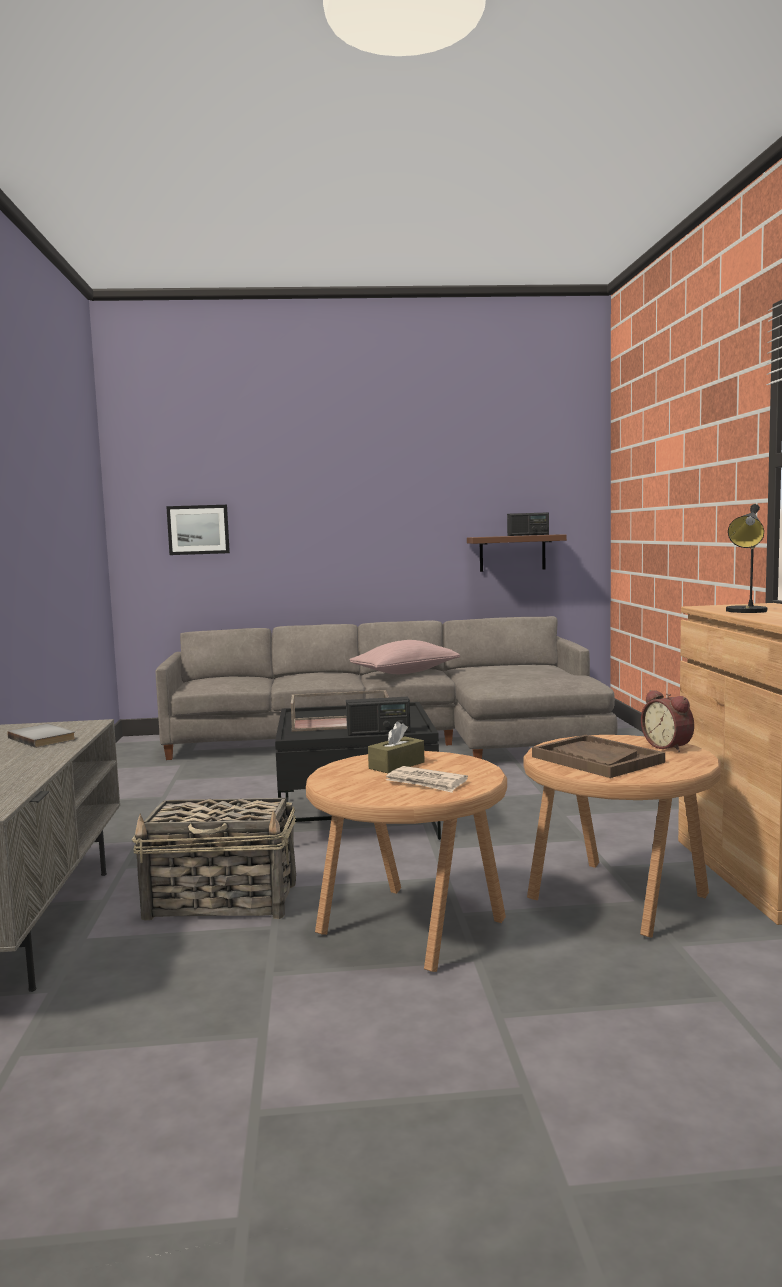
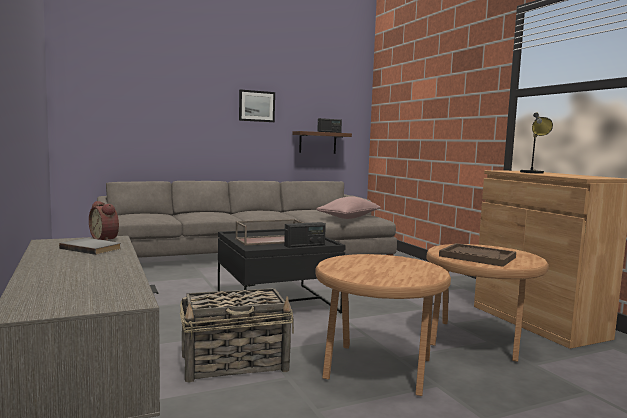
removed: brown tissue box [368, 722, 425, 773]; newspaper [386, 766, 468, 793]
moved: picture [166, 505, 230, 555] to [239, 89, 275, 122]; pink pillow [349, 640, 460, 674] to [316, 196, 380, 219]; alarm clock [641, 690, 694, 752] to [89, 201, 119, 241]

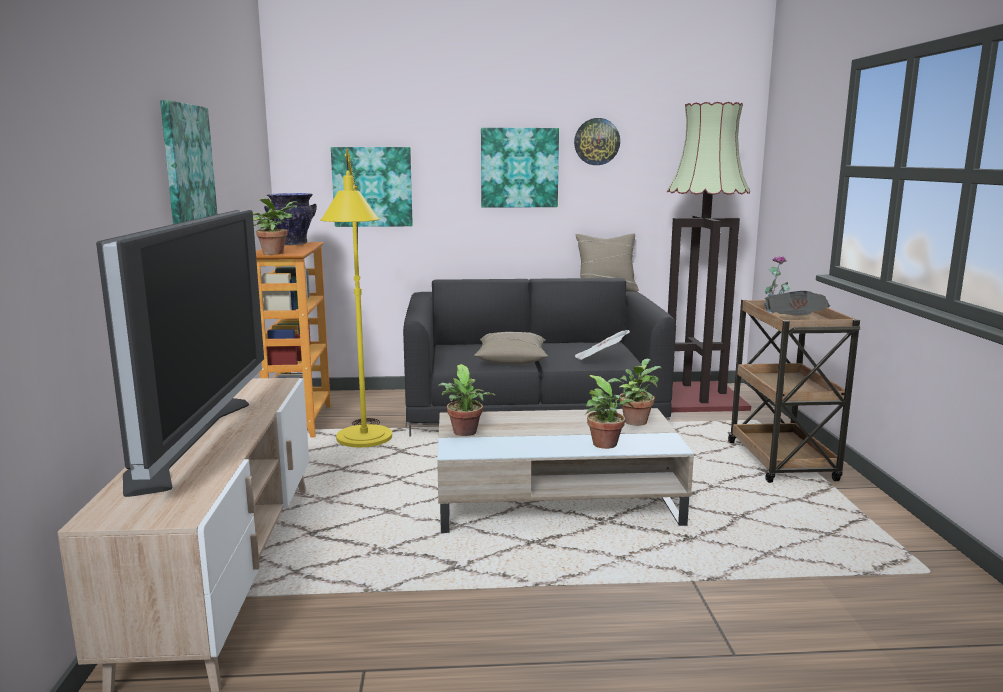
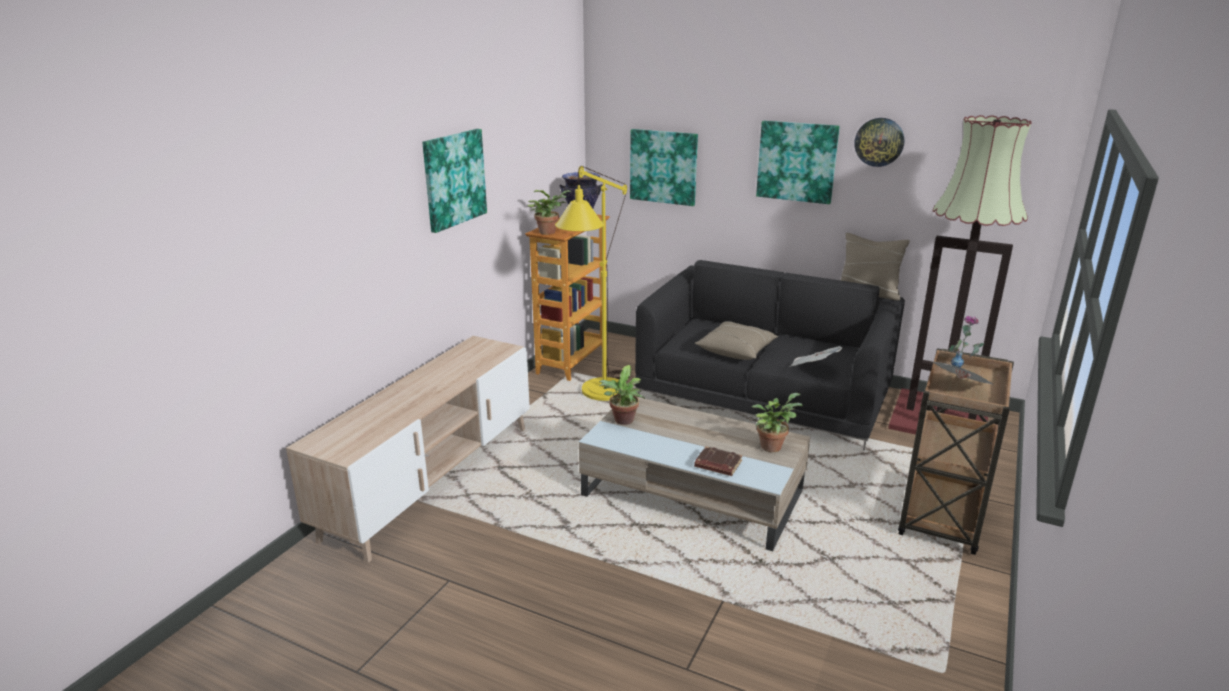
removed: television [96, 210, 264, 497]
replaced: potted plant [585, 375, 635, 449] to brown book [694, 446, 742, 476]

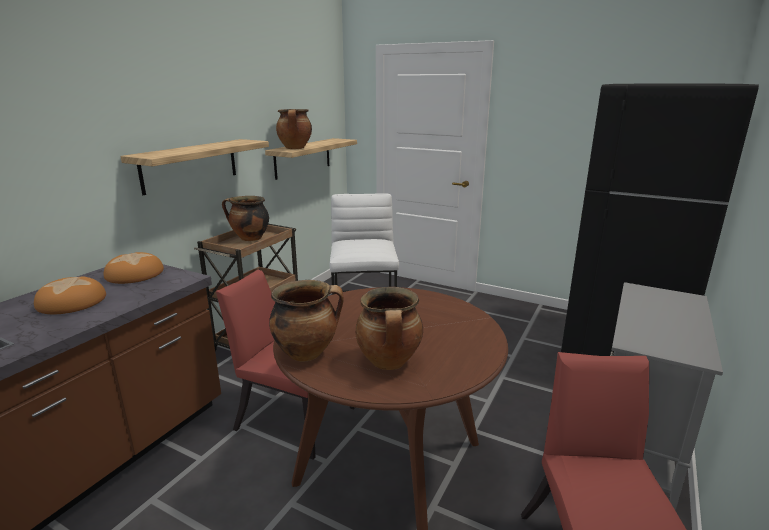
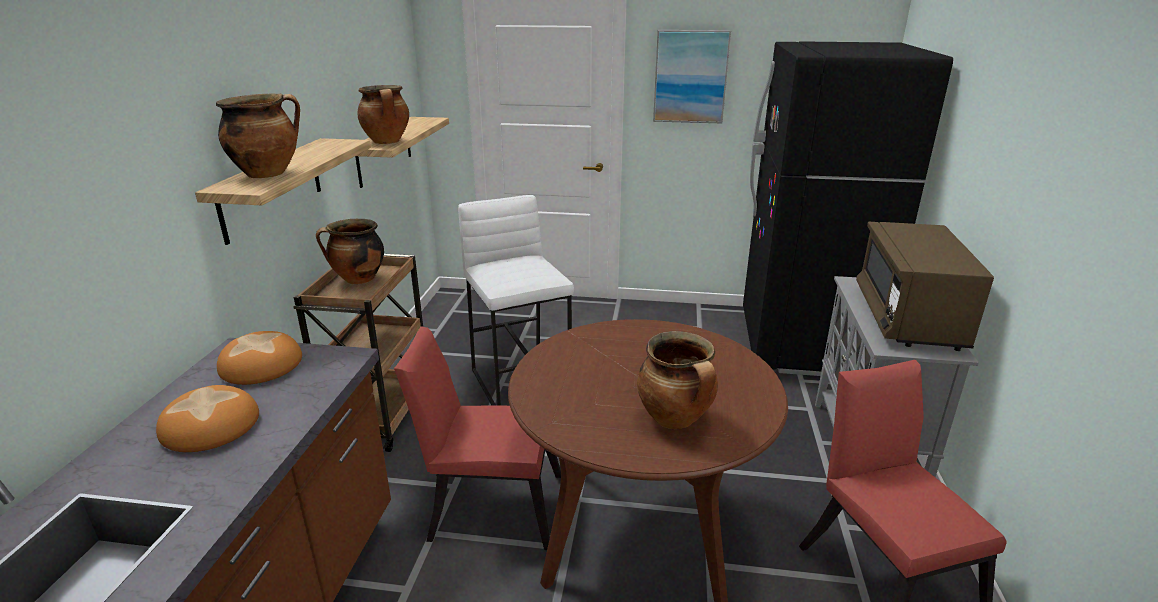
added: picture [653, 30, 731, 123]; brown microwave [856, 221, 994, 351]
moved: cooking pot [269, 280, 344, 362] to [216, 94, 300, 178]

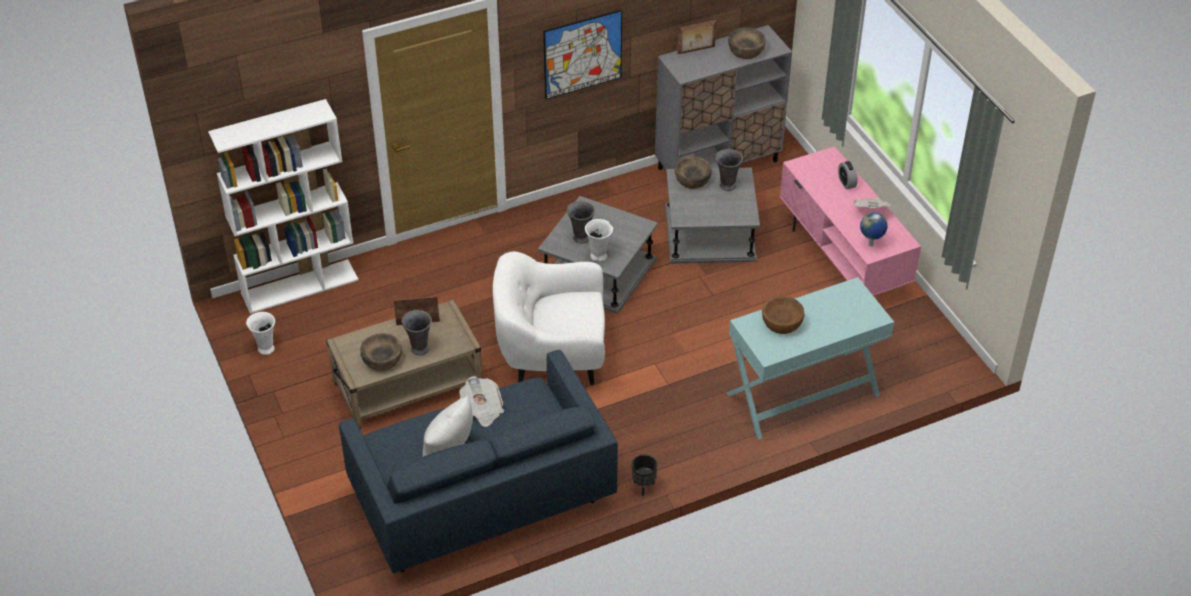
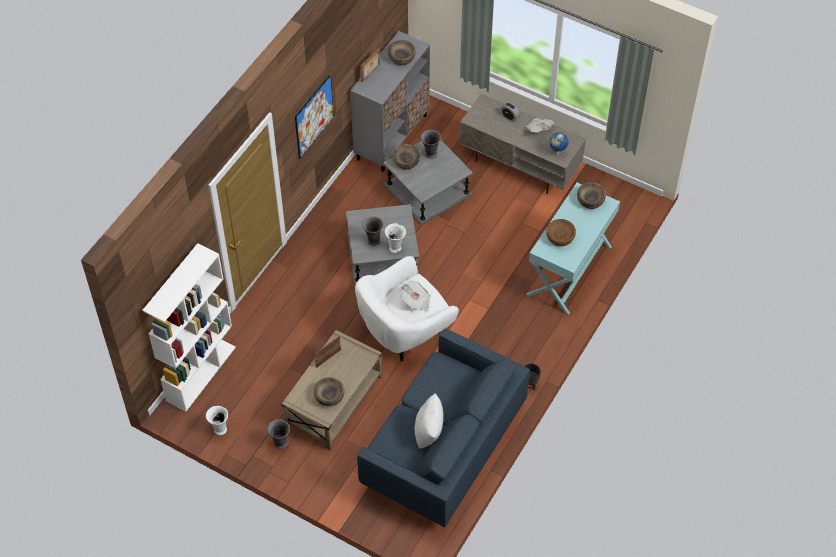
added: brown bowl [577, 182, 606, 209]
moved: grey vase [401, 310, 432, 355] to [267, 420, 290, 449]; newspaper [459, 376, 504, 427] to [401, 281, 431, 311]
recoloured: pink tv stand [780, 146, 921, 296] to grey tv stand [460, 94, 586, 194]

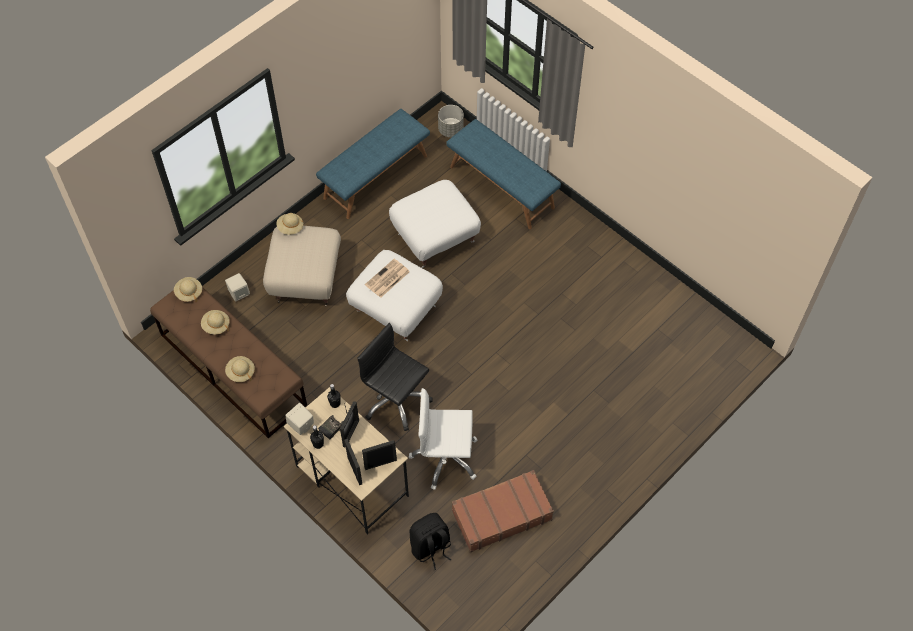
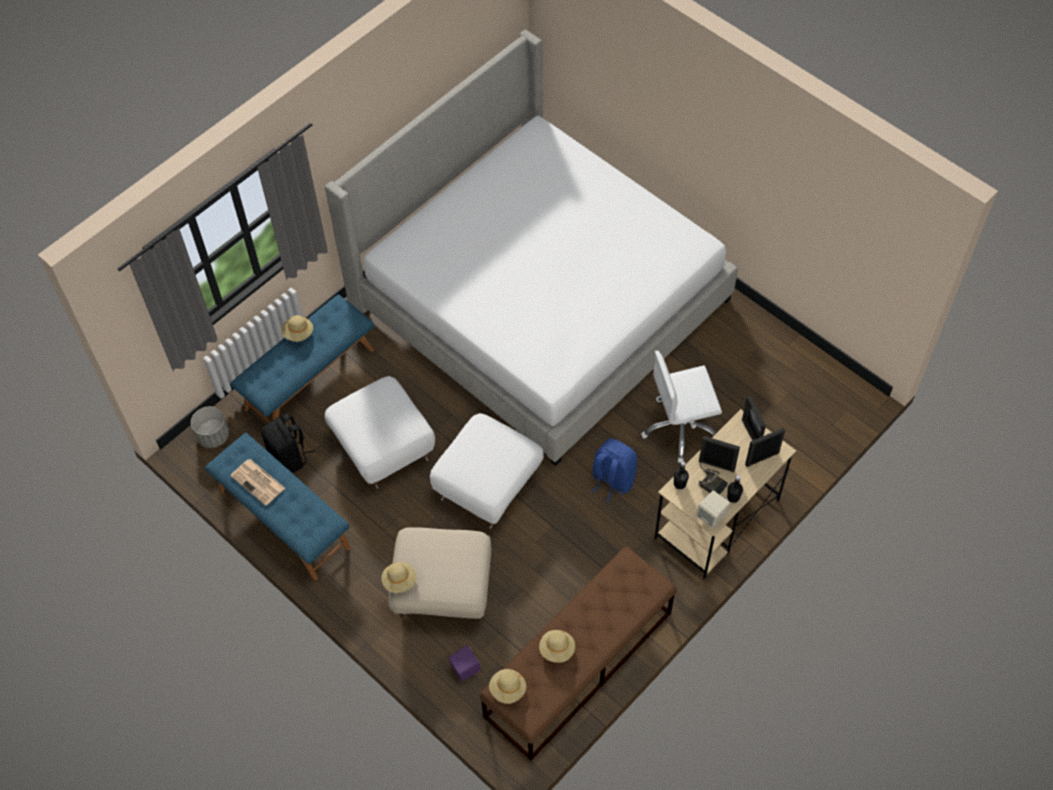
removed: brown suitcase [452, 470, 554, 552]
added: bed [325, 30, 738, 466]
moved: newspaper [365, 259, 410, 298] to [230, 459, 285, 506]; beige hat [225, 356, 255, 382] to [281, 315, 313, 342]; black backpack [410, 513, 451, 570] to [261, 413, 315, 473]
replaced: black office chair [357, 323, 433, 431] to blue backpack [591, 438, 637, 502]
recoloured: beige speaker [225, 273, 250, 301] to purple speaker [448, 645, 481, 681]
turned: white office chair [409, 388, 478, 490] = [641, 351, 722, 463] 75 degrees clockwise

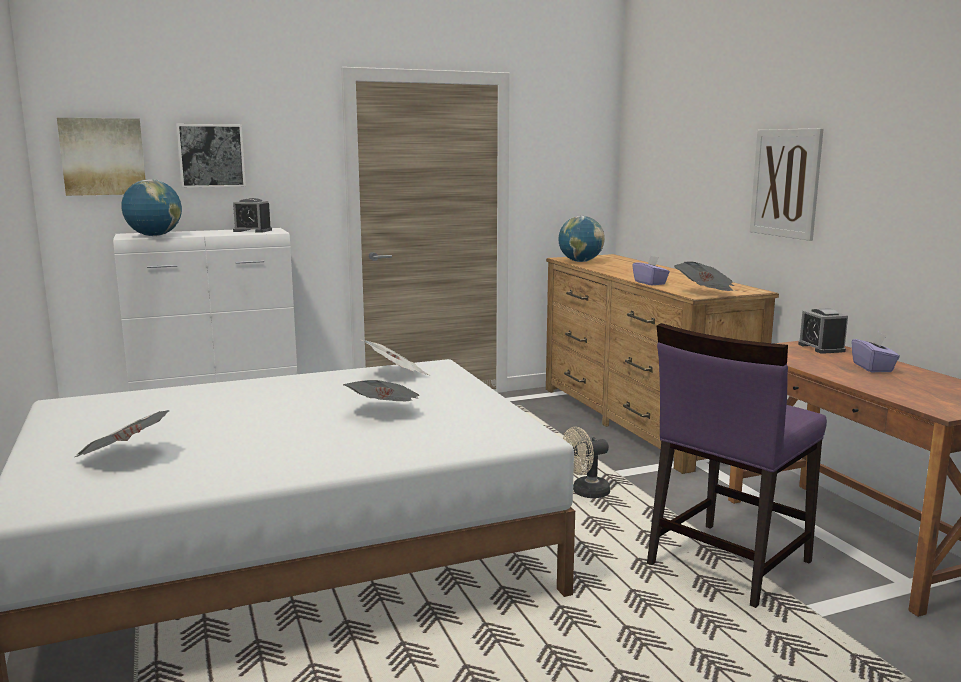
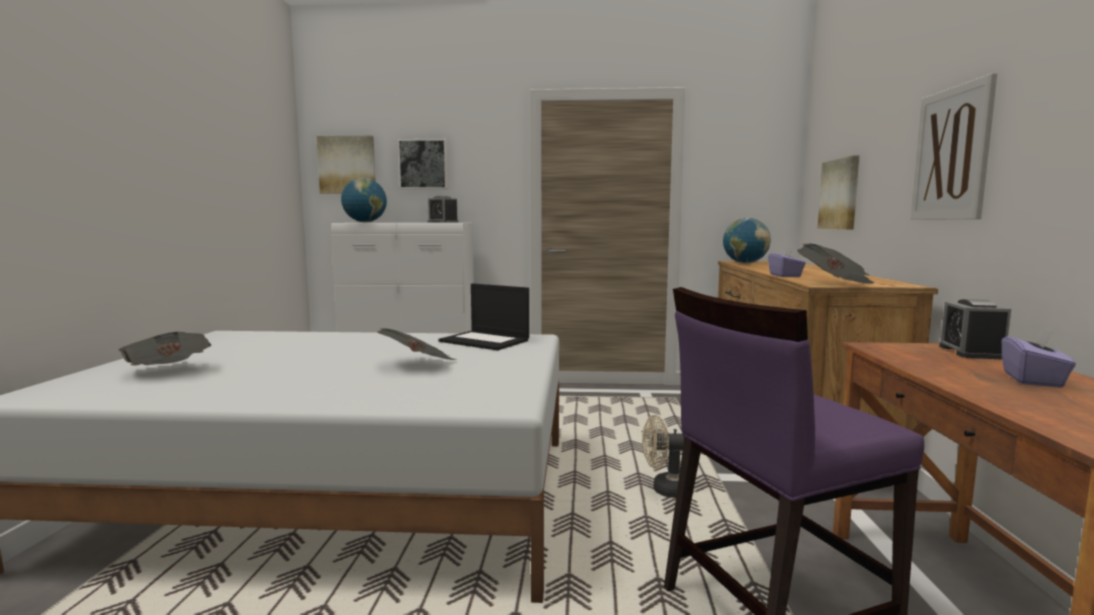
added: picture [818, 155, 859, 229]
replaced: newspaper [361, 340, 430, 375] to laptop [438, 283, 529, 351]

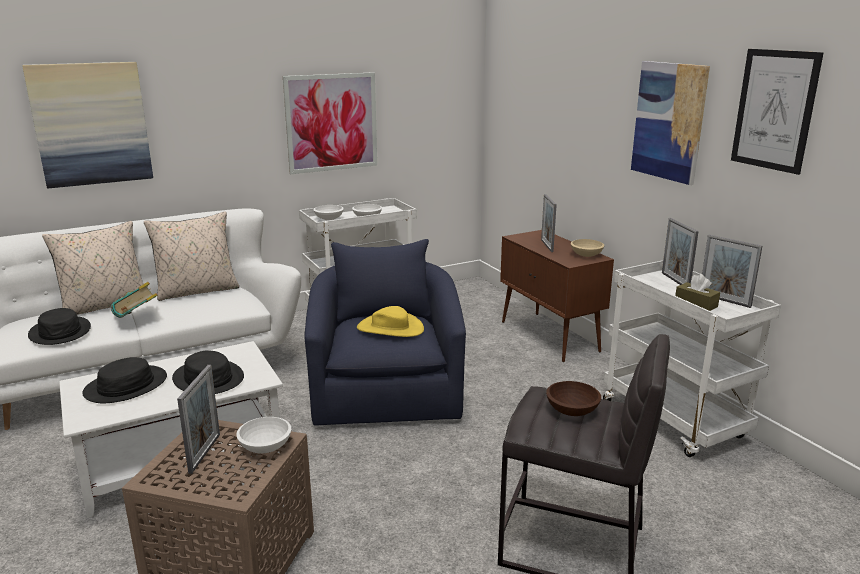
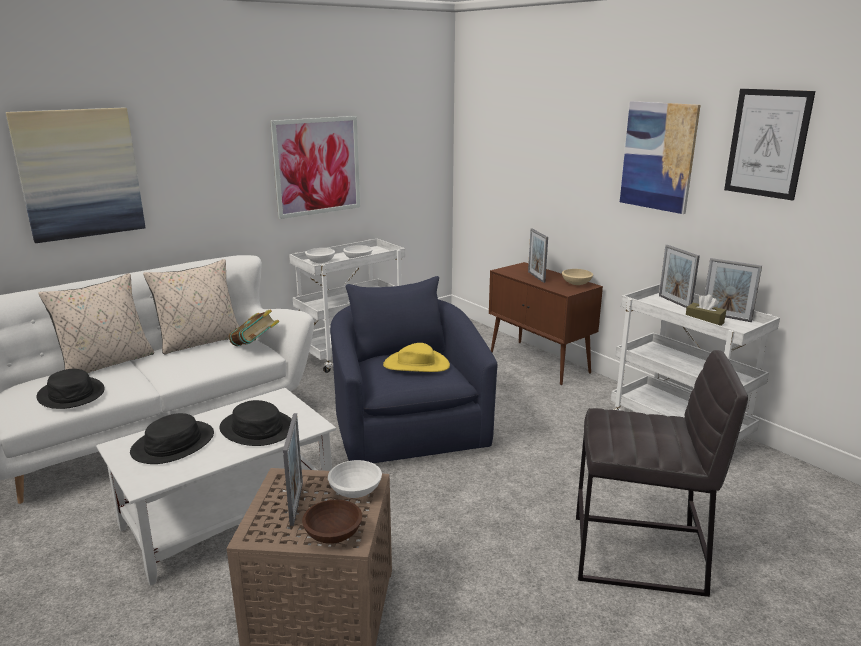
moved: book [111, 282, 157, 318] to [229, 309, 280, 346]; brown bowl [546, 381, 601, 416] to [302, 500, 362, 544]

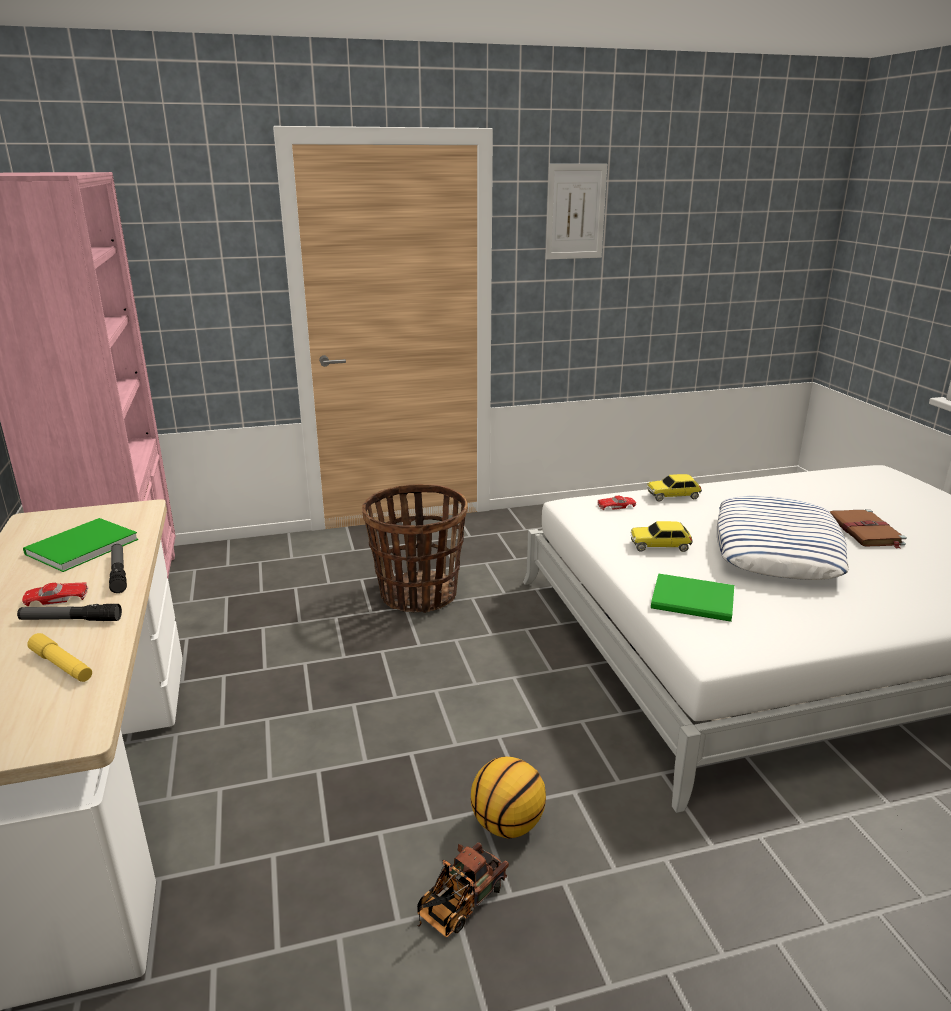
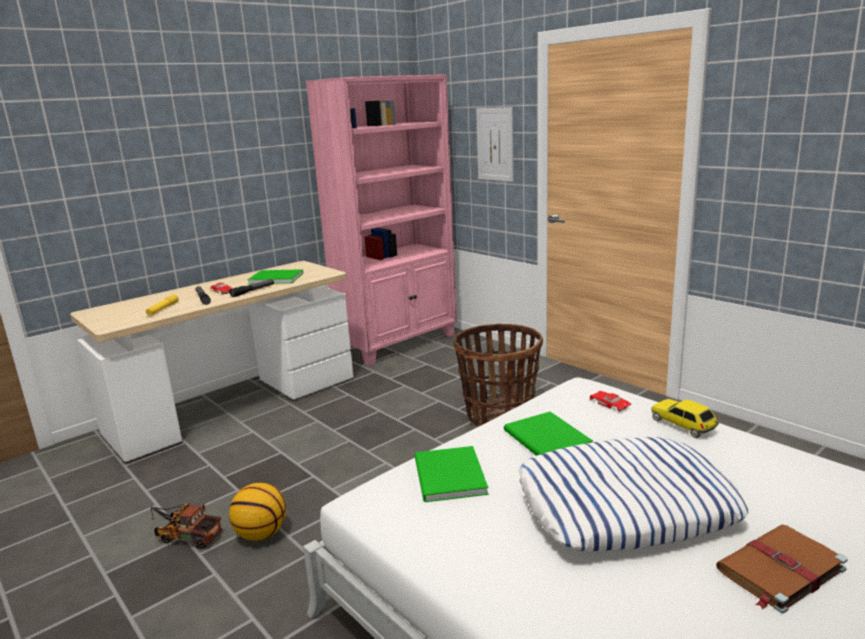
moved: picture [546, 164, 607, 260] to [476, 107, 514, 182]
replaced: toy car [631, 521, 693, 552] to green book [504, 412, 593, 456]

